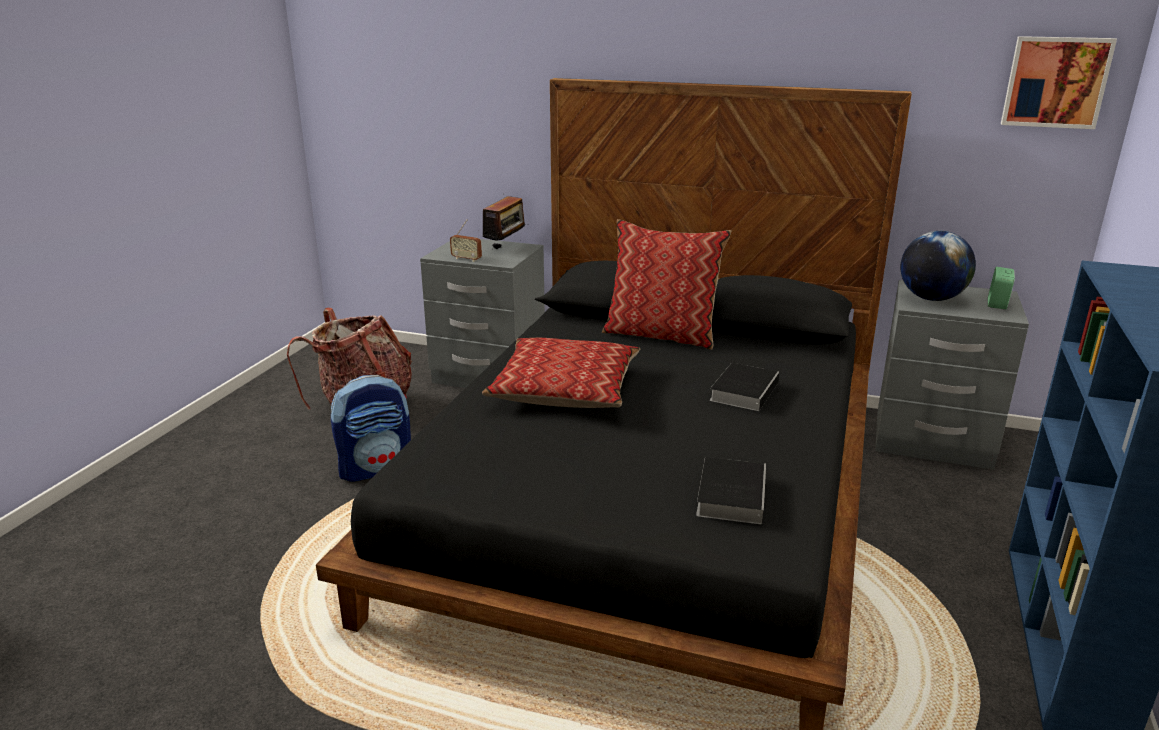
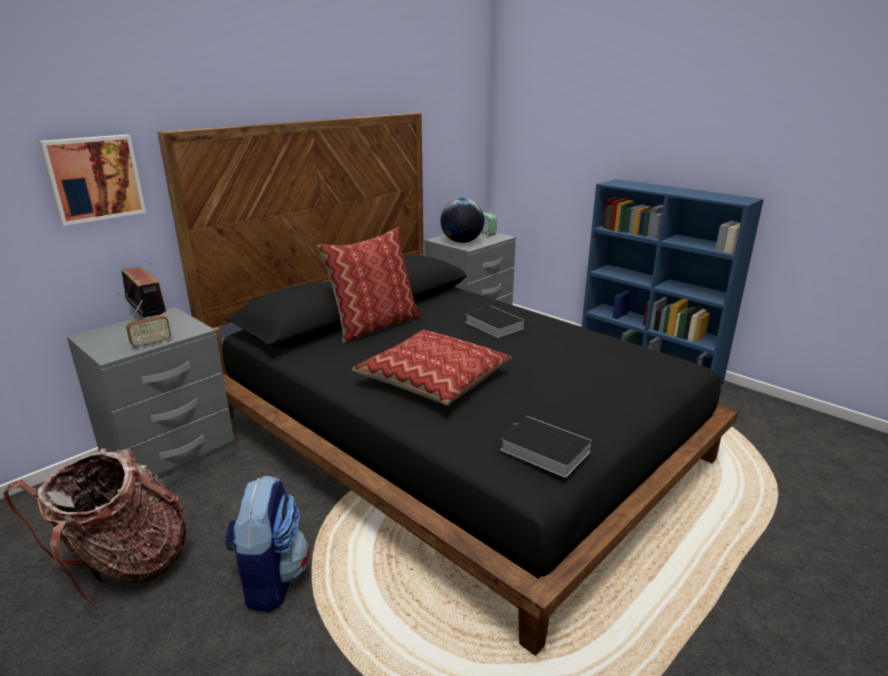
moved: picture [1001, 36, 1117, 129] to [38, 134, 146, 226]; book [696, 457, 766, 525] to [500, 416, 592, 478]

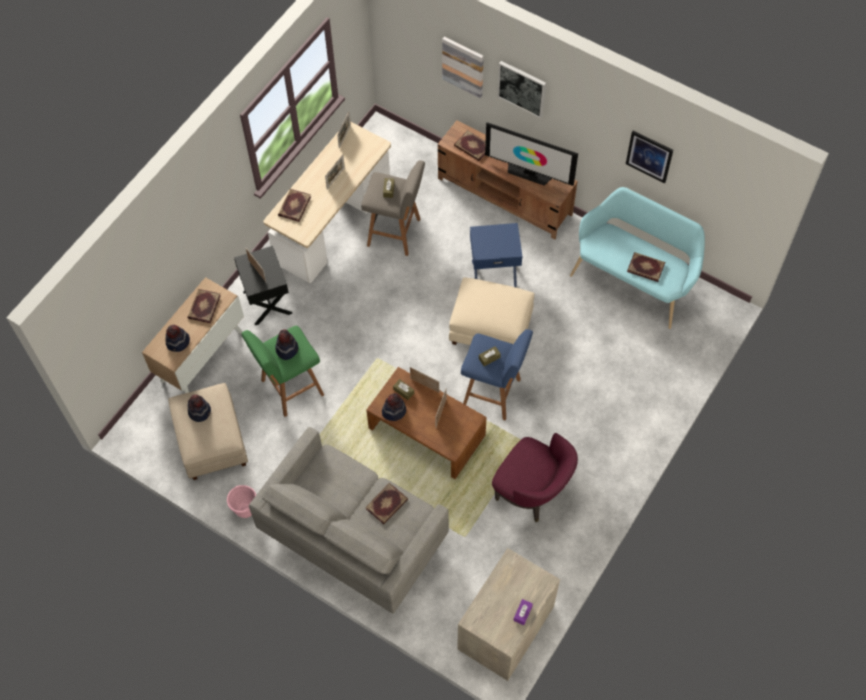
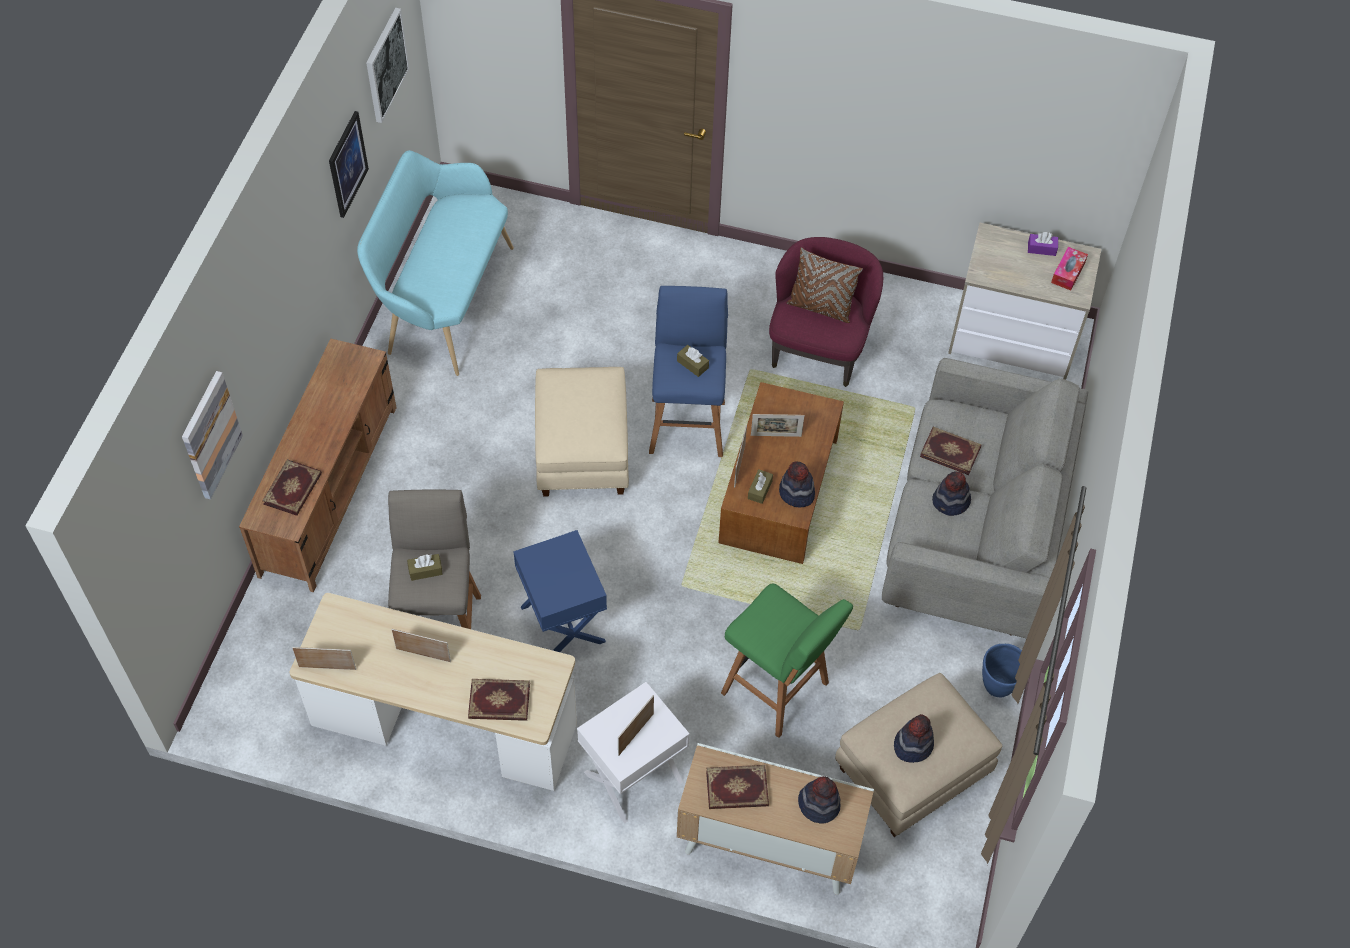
removed: television [485, 122, 578, 186]; book [627, 252, 665, 282]
added: brown pillow [787, 247, 863, 323]; tissue box [1051, 247, 1088, 290]
moved: picture [497, 61, 546, 119] to [366, 8, 410, 123]; blue side table [470, 223, 522, 288] to [514, 530, 607, 652]; hat [275, 329, 298, 360] to [932, 471, 971, 516]
recoloured: black side table [234, 246, 292, 325] to white side table [577, 682, 690, 823]; pink planter [227, 485, 256, 518] to blue planter [982, 644, 1022, 697]

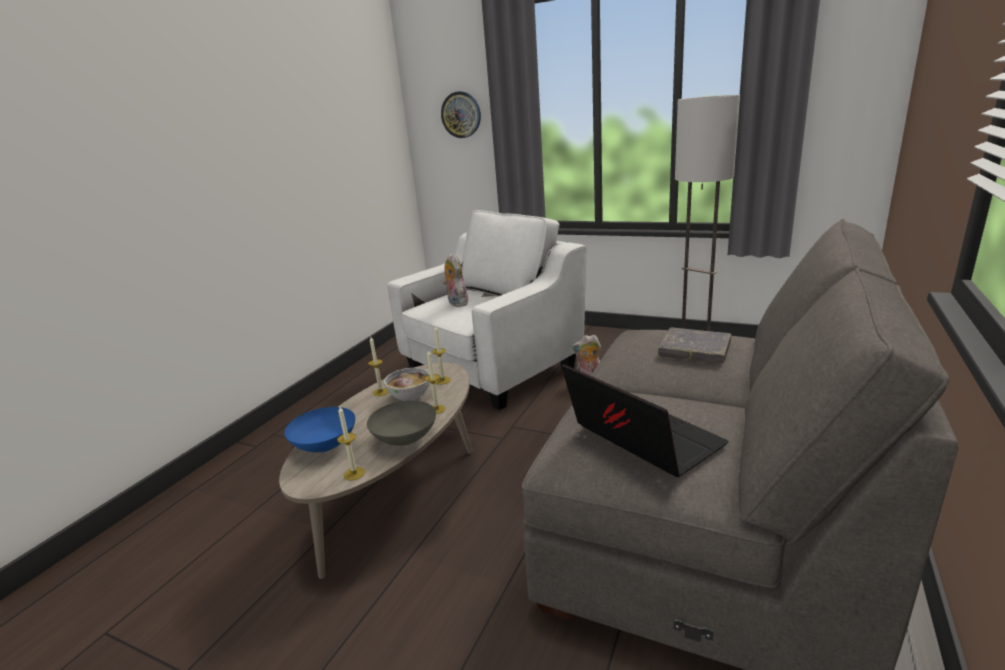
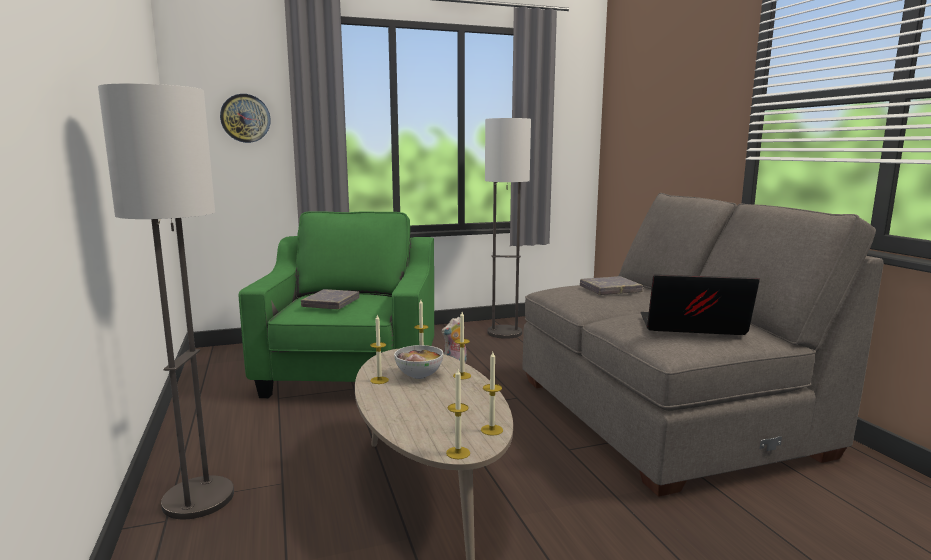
removed: grey bowl [367, 400, 436, 446]; blue bowl [284, 407, 355, 452]
added: floor lamp [98, 83, 234, 519]; candle [446, 369, 470, 459]
replaced: plush toy [443, 253, 468, 307] to grey book [301, 289, 359, 309]
recoloured: white armchair [387, 210, 586, 410] to green armchair [239, 211, 434, 398]

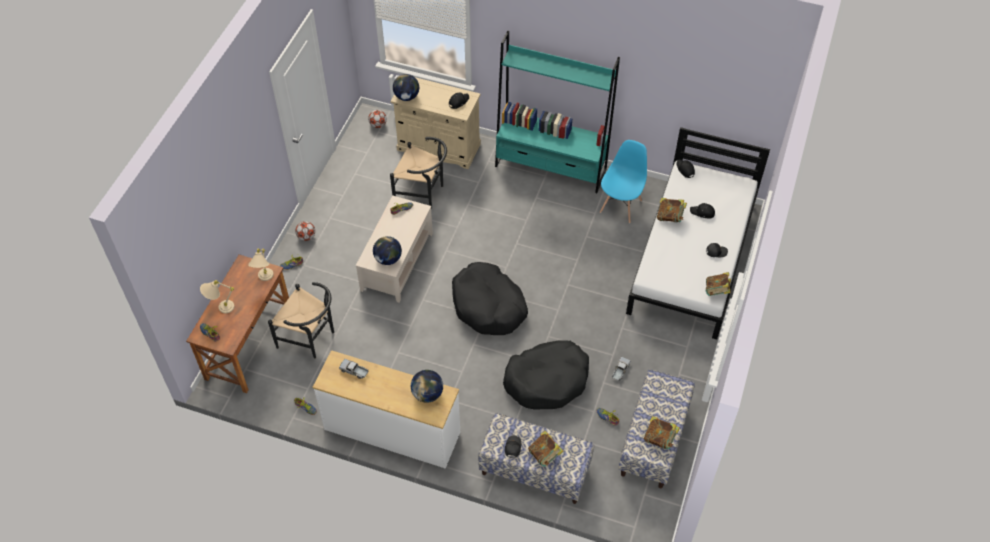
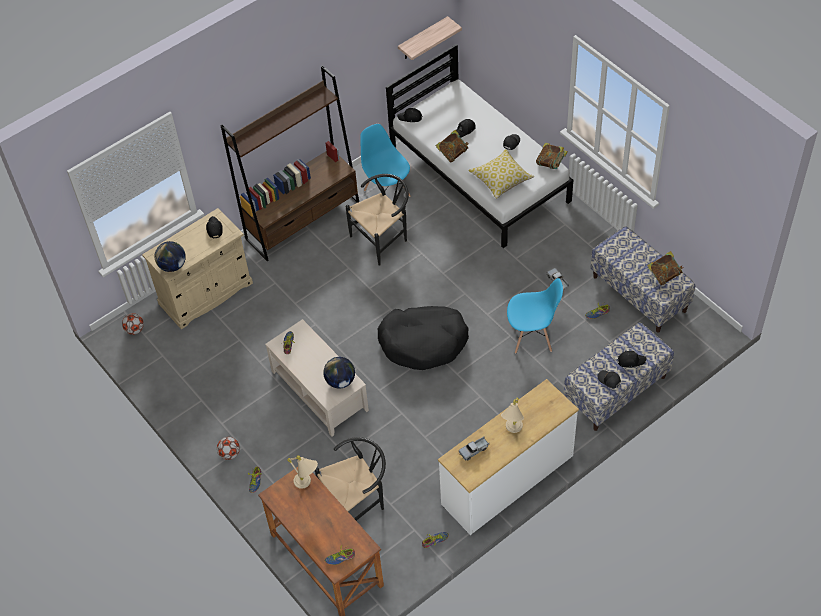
removed: globe [411, 370, 443, 403]
added: shelf [398, 16, 462, 60]; pillow [468, 149, 534, 199]
moved: black chair [390, 137, 447, 209] to [346, 174, 409, 266]; beige table lamp [200, 280, 234, 314] to [501, 398, 524, 433]
replaced: black dog bed [503, 340, 589, 410] to blue chair [507, 278, 563, 354]; book [528, 431, 563, 467] to black cap [618, 351, 646, 367]
recoloured: turquoise bookcase [495, 31, 620, 193] to brown bookcase [221, 66, 359, 261]

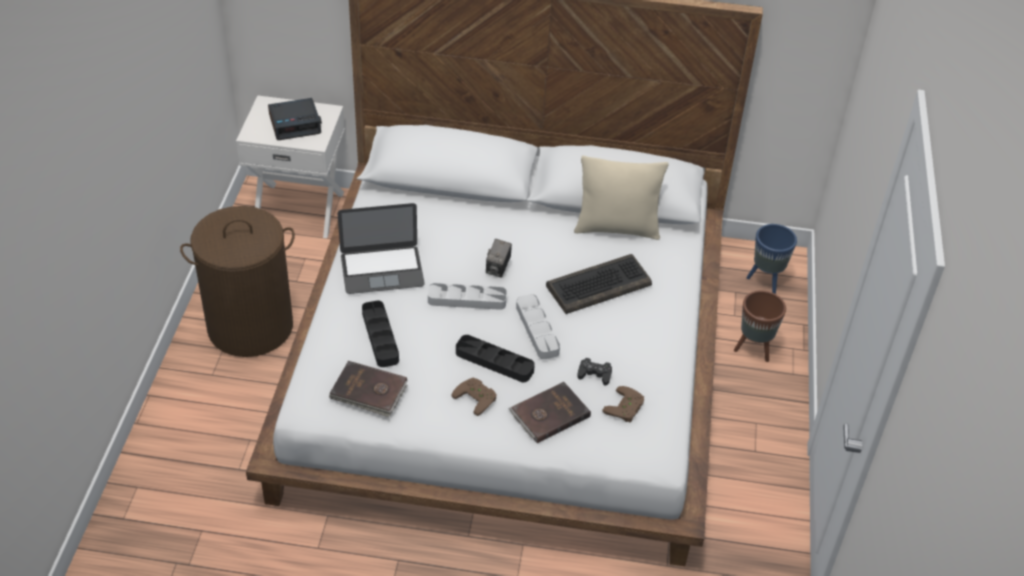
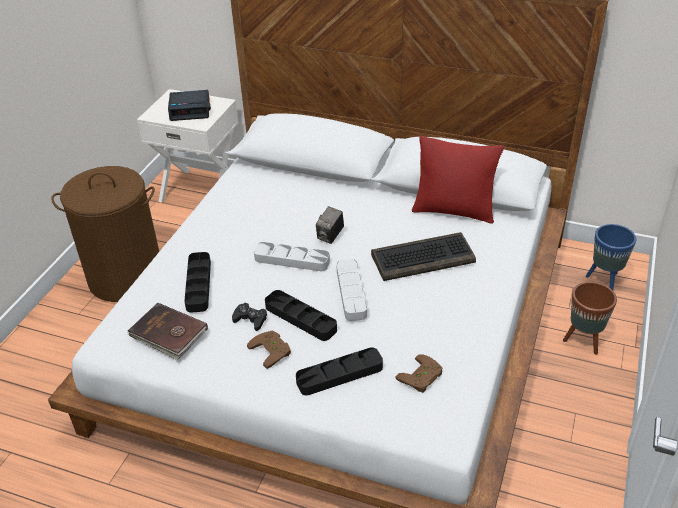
removed: laptop [338, 203, 425, 294]
moved: black game controller [577, 358, 612, 386] to [232, 303, 267, 331]
replaced: brown book [508, 382, 591, 443] to black tray [296, 347, 383, 395]
recoloured: beige pillow [574, 156, 668, 240] to red pillow [412, 136, 504, 224]

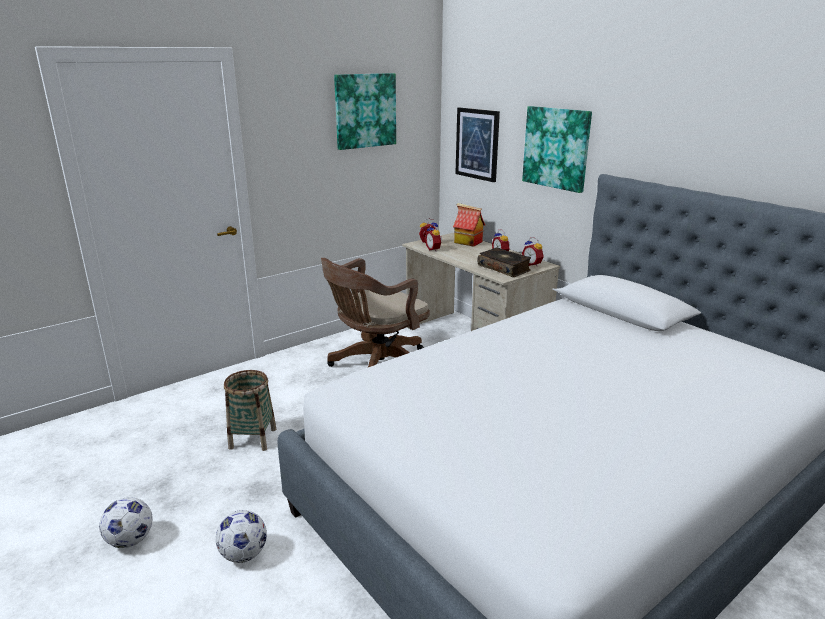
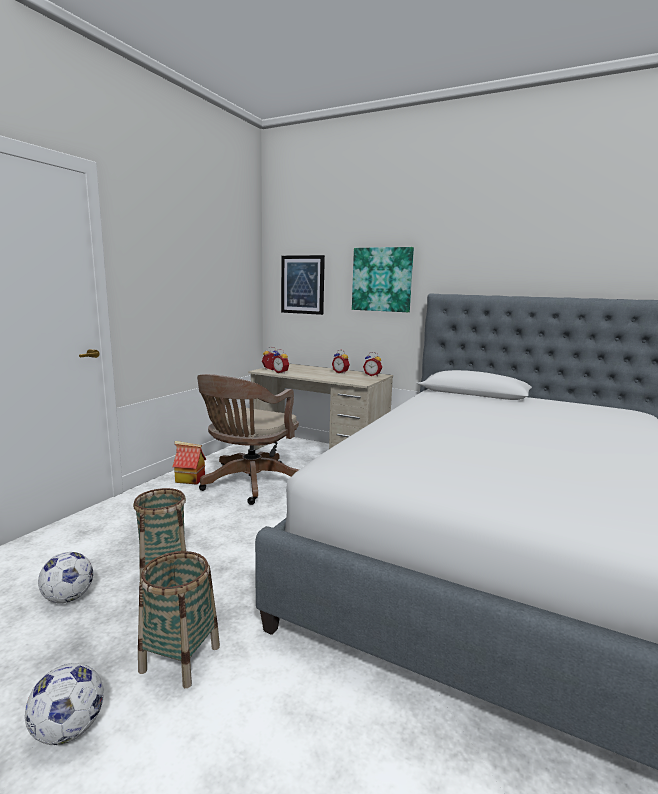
removed: picture [334, 73, 396, 150]; book [477, 247, 531, 277]
added: basket [138, 551, 220, 688]
moved: toy house [453, 203, 485, 247] to [172, 441, 207, 485]; football [216, 510, 267, 563] to [38, 552, 93, 603]

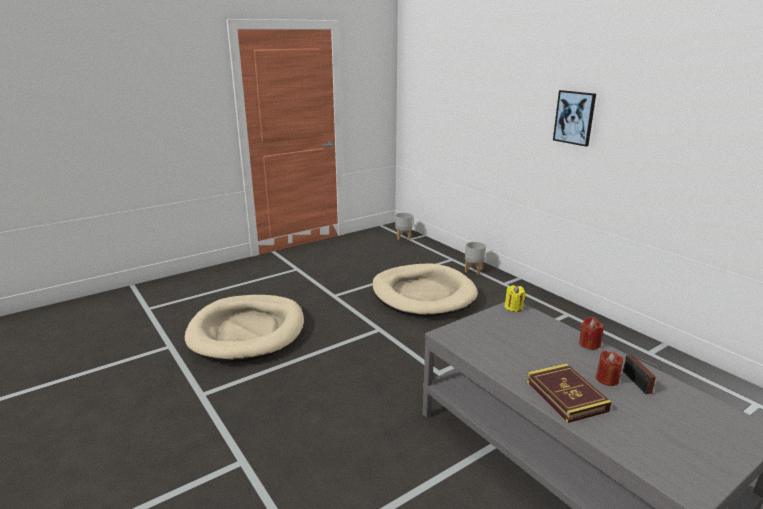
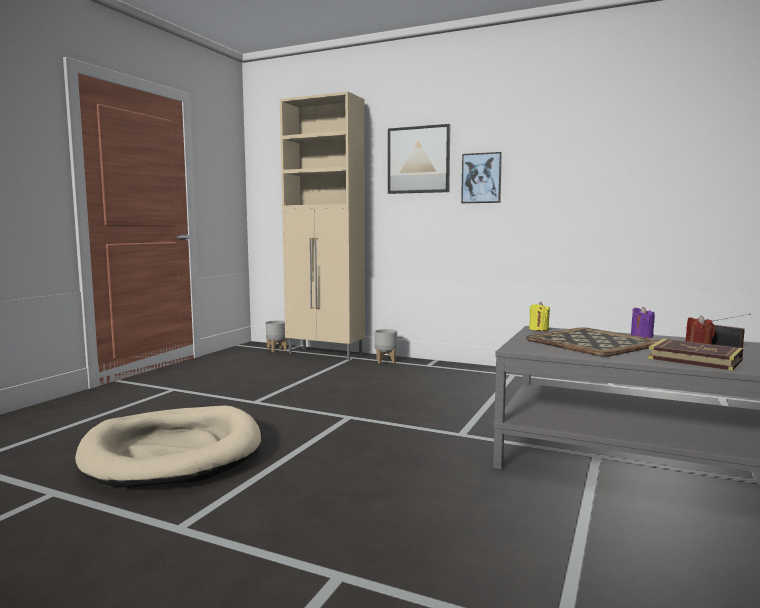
removed: beige dog bed [372, 263, 478, 317]
added: beige cabinet [280, 91, 365, 360]; picture [388, 124, 450, 194]; tray [526, 327, 659, 357]
recoloured: red candle [579, 317, 604, 350] to purple candle [631, 306, 655, 338]

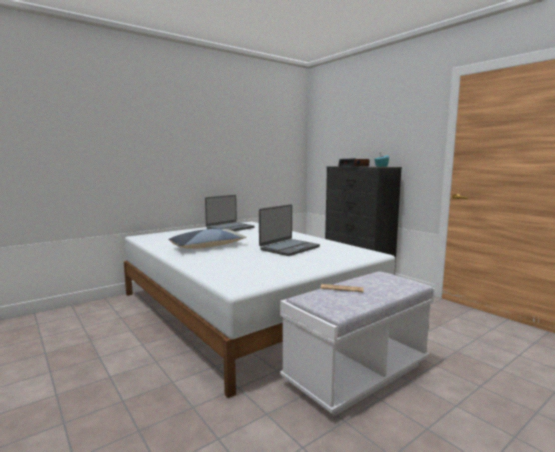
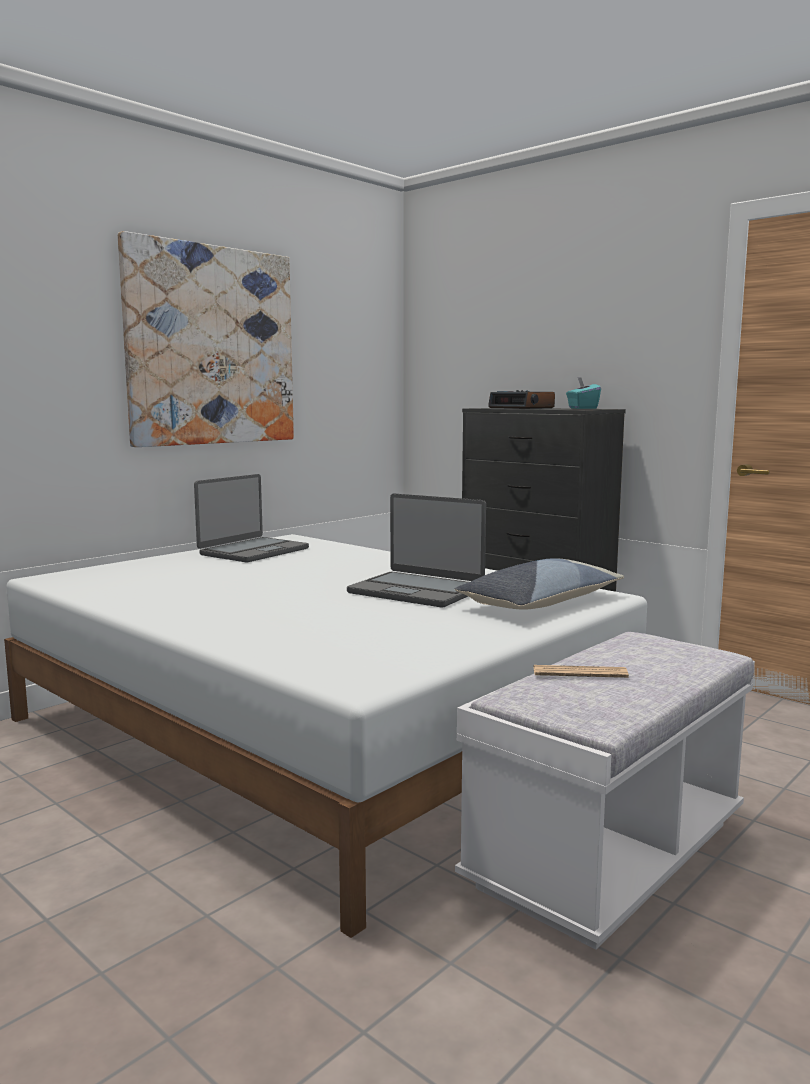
added: picture [118, 231, 294, 447]
moved: pillow [168, 229, 247, 249] to [455, 558, 624, 610]
turned: laptop [259, 204, 320, 256] = [347, 493, 486, 607] 90 degrees clockwise

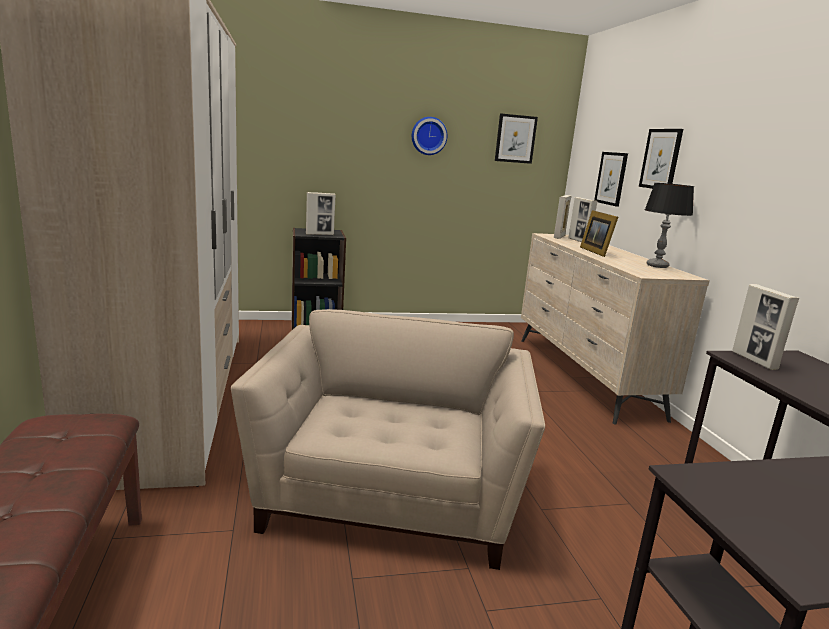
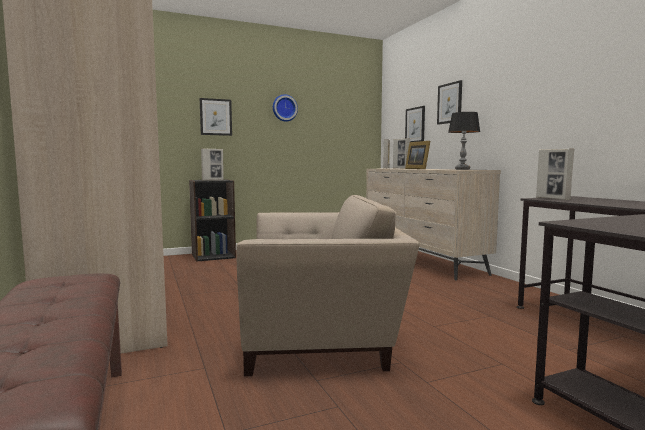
moved: picture [495, 113, 538, 164] to [200, 98, 232, 136]
turned: beige armchair [231, 309, 545, 570] = [236, 195, 420, 376] 90 degrees clockwise

